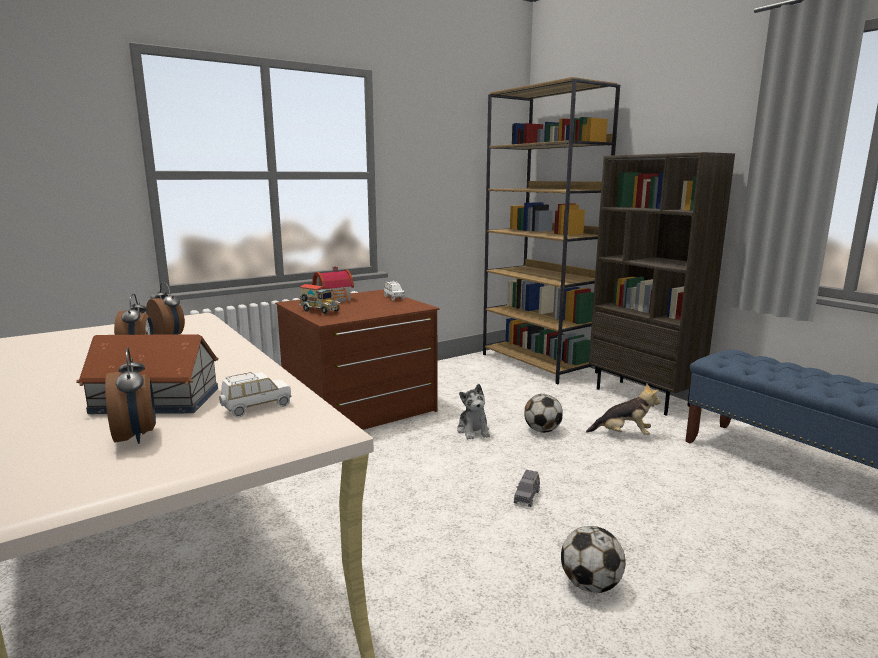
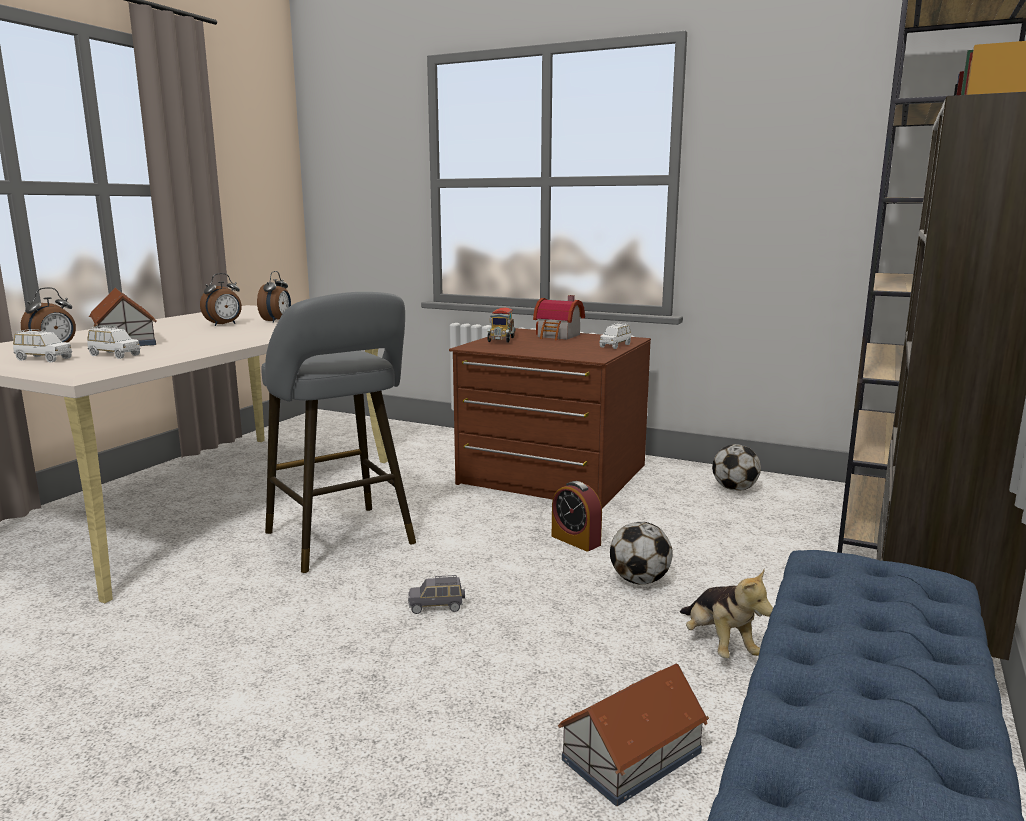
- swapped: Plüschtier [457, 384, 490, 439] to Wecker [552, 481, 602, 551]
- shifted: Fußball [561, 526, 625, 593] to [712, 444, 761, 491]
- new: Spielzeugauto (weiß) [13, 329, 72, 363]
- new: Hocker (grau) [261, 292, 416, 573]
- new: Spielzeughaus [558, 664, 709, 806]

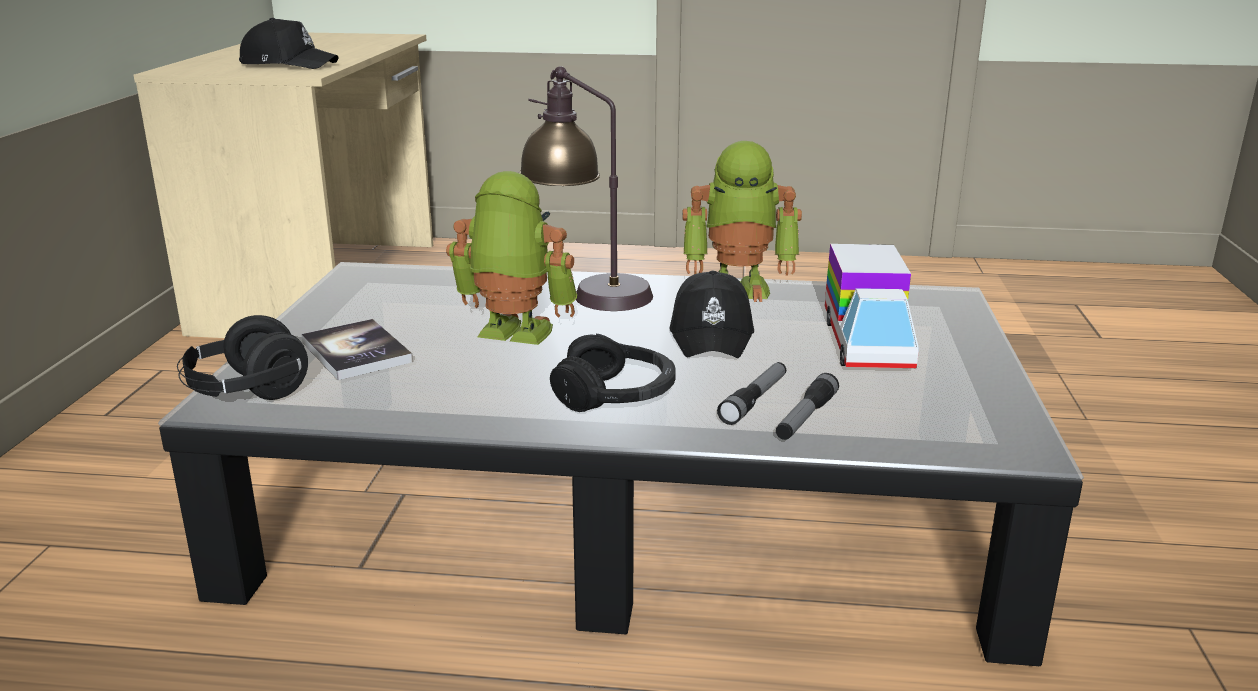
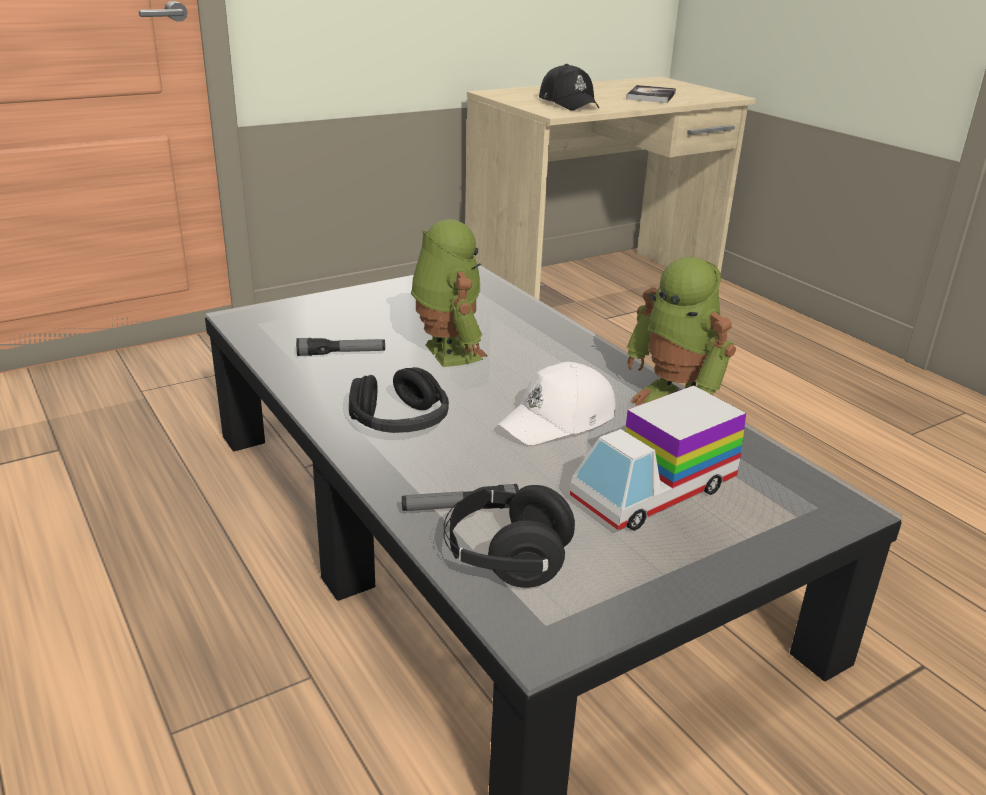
- shifted: Kopfhörer (schwarz) [177, 315, 308, 400] to [444, 485, 575, 588]
- shifted: Buch [301, 319, 413, 380] to [626, 85, 676, 103]
- gone: Tischlampe [519, 66, 653, 311]
- repainted: Kappe (schwarz) [670, 271, 754, 358] to Kappe (weiß) [498, 362, 615, 445]
- shifted: Taschenlampe [717, 362, 786, 425] to [296, 338, 385, 356]

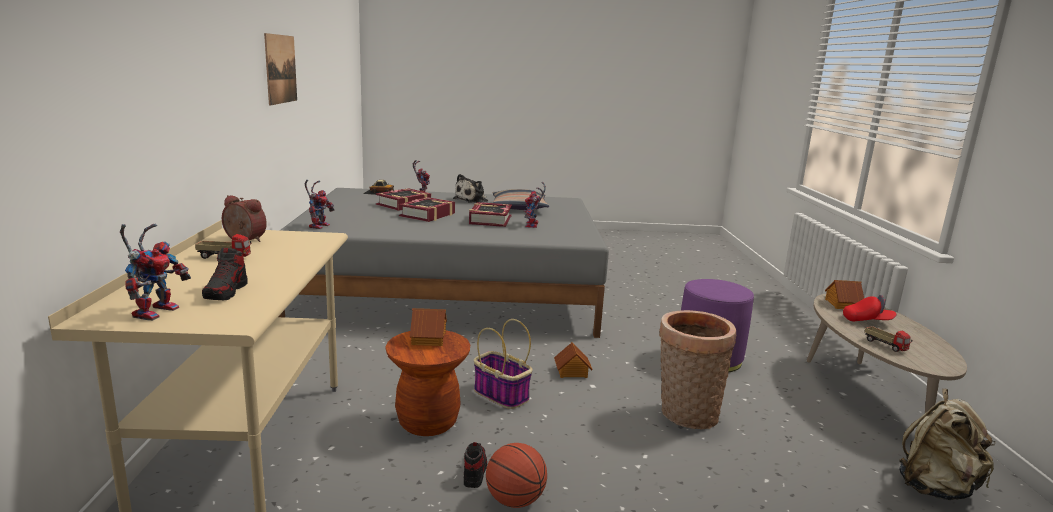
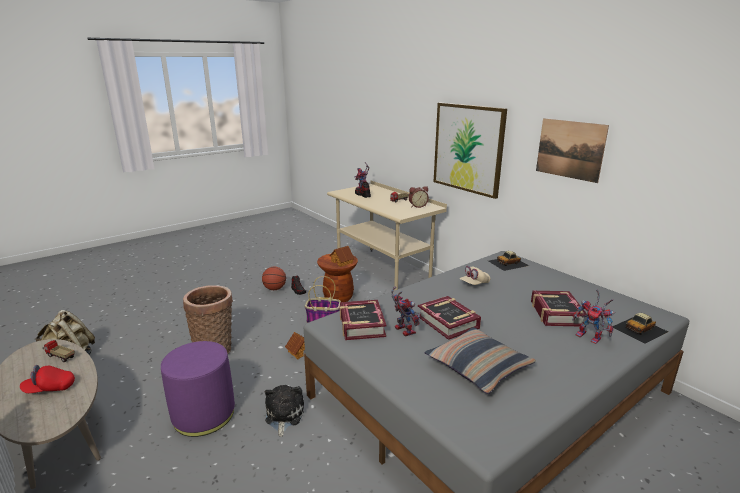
- swapped: Spielzeugroboter [305, 180, 334, 229] to Spielzeugauto [489, 251, 529, 271]
- shifted: Buch [399, 197, 455, 222] to [340, 300, 387, 340]
- shifted: Plüschtier [453, 174, 488, 203] to [265, 385, 304, 437]
- gone: Spielzeughaus [825, 280, 864, 309]
- new: Bild [434, 102, 507, 199]
- new: Kappe (beige) [460, 266, 490, 285]

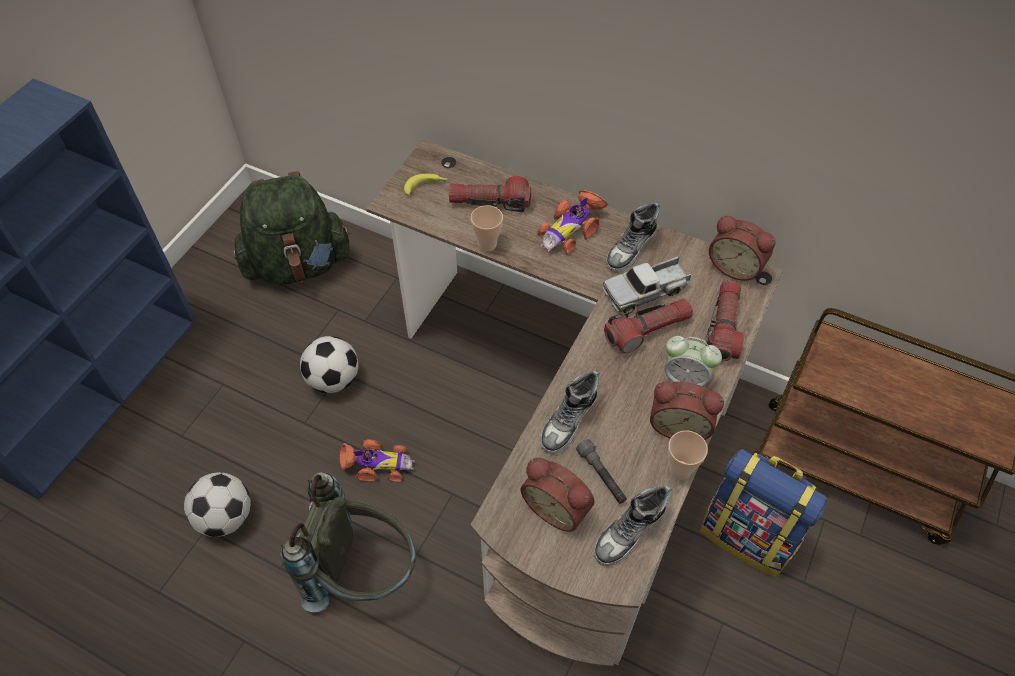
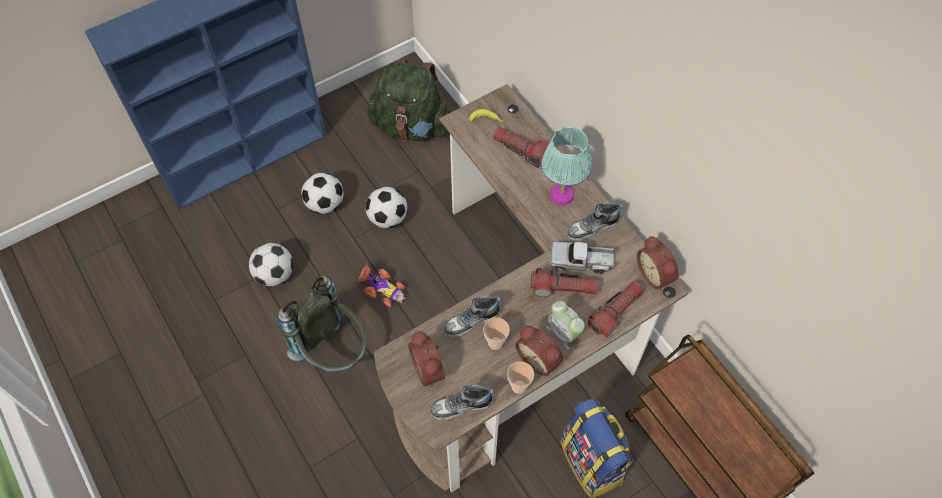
- shifted: Tasse [471, 205, 503, 251] to [483, 318, 510, 350]
- swapped: Spielzeugauto [538, 190, 608, 254] to Tischlampe (türkis) [541, 127, 592, 205]
- gone: Taschenlampe (grau) [576, 439, 627, 504]
- new: Fußball [301, 173, 344, 214]

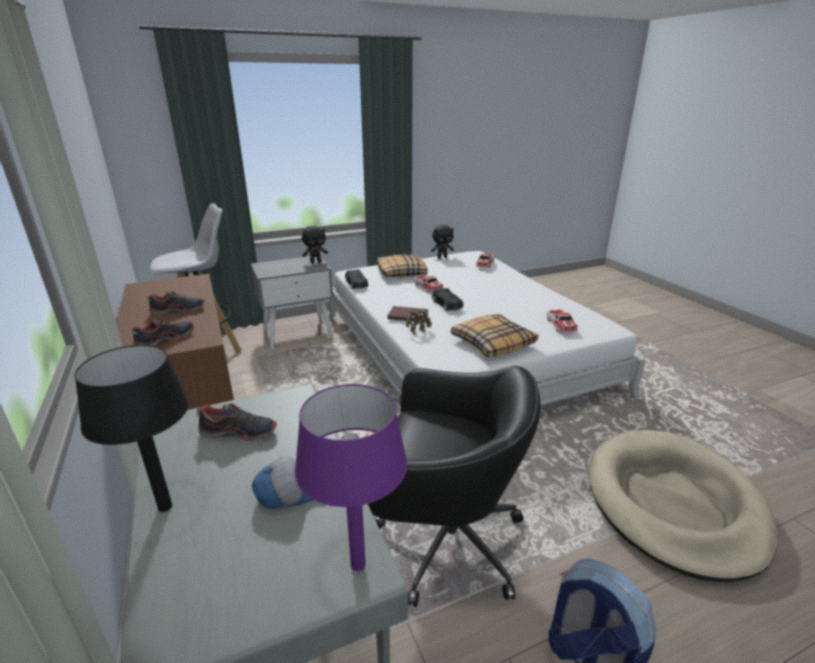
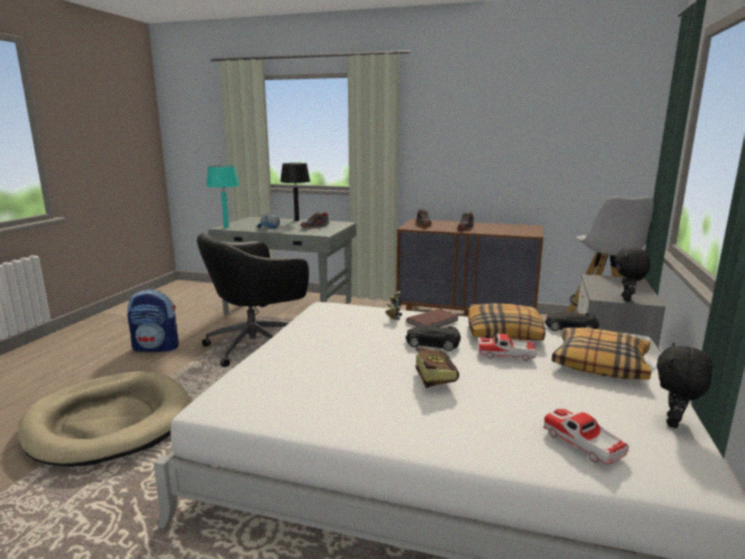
- repainted: Tischlampe (lila) [295, 384, 408, 571] to Tischlampe (türkis) [206, 165, 239, 228]
- shifted: Kissen [451, 314, 538, 357] to [468, 303, 545, 341]
- gone: Spielzeugauto [547, 310, 578, 332]
- new: Buch [415, 347, 459, 388]

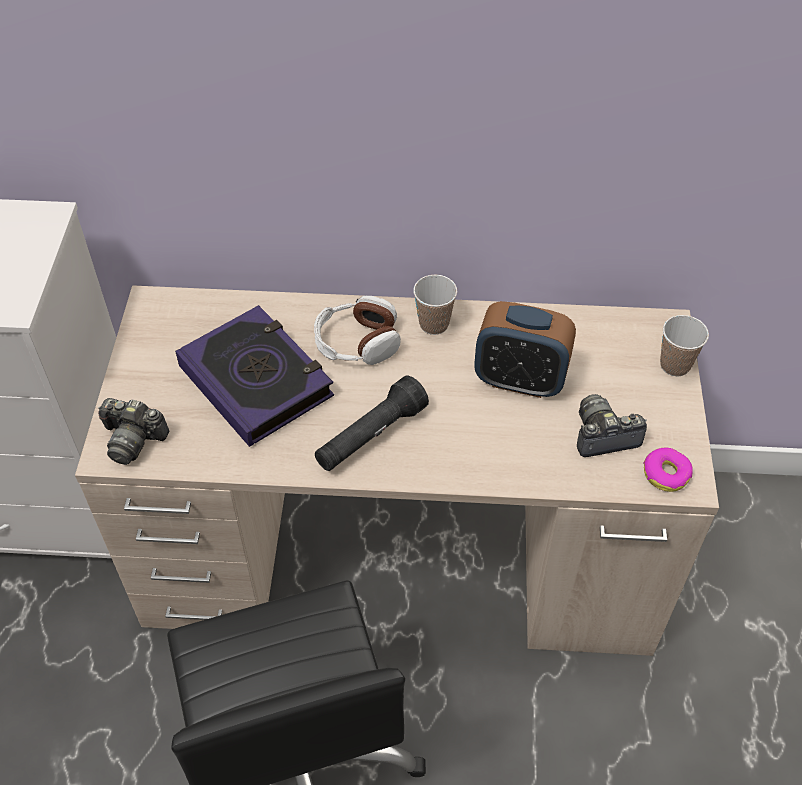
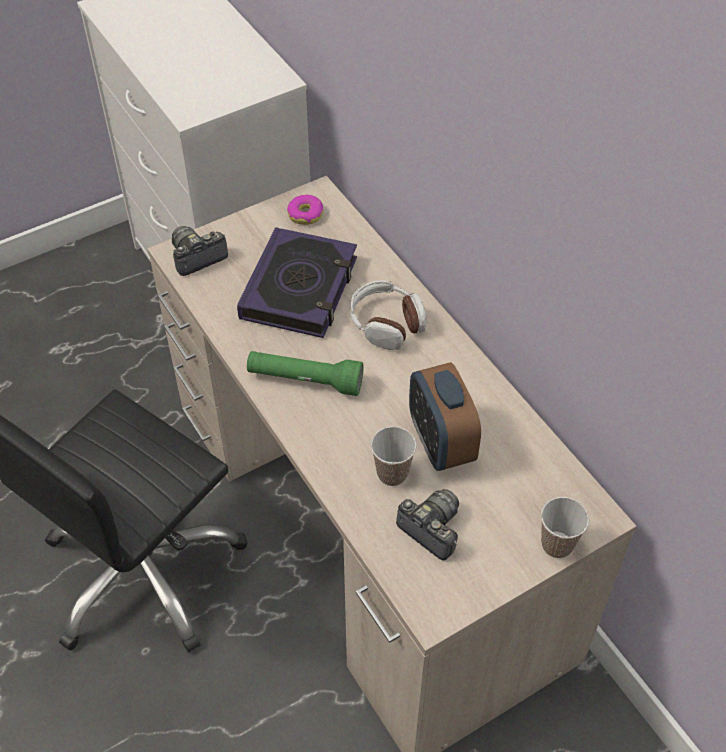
- rotated: Kamera [98, 398, 169, 465] = [172, 226, 228, 276] 75 degrees clockwise
- repainted: Taschenlampe (schwarz) [315, 375, 429, 471] to Taschenlampe (grün) [247, 351, 364, 396]
- shifted: Tasse [413, 275, 457, 335] to [371, 426, 417, 486]
- shifted: Donut [643, 448, 693, 492] to [287, 195, 323, 225]

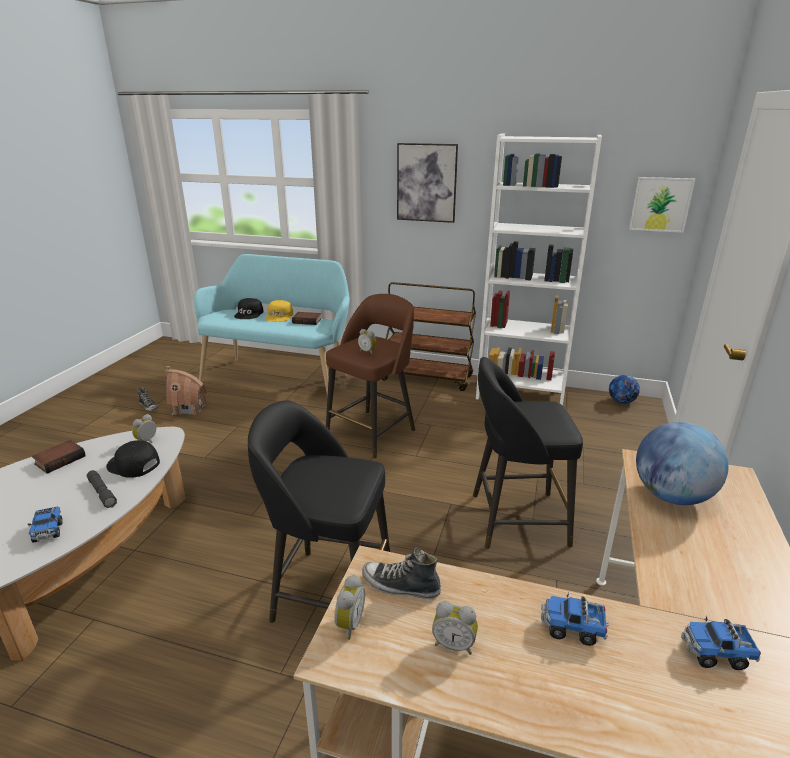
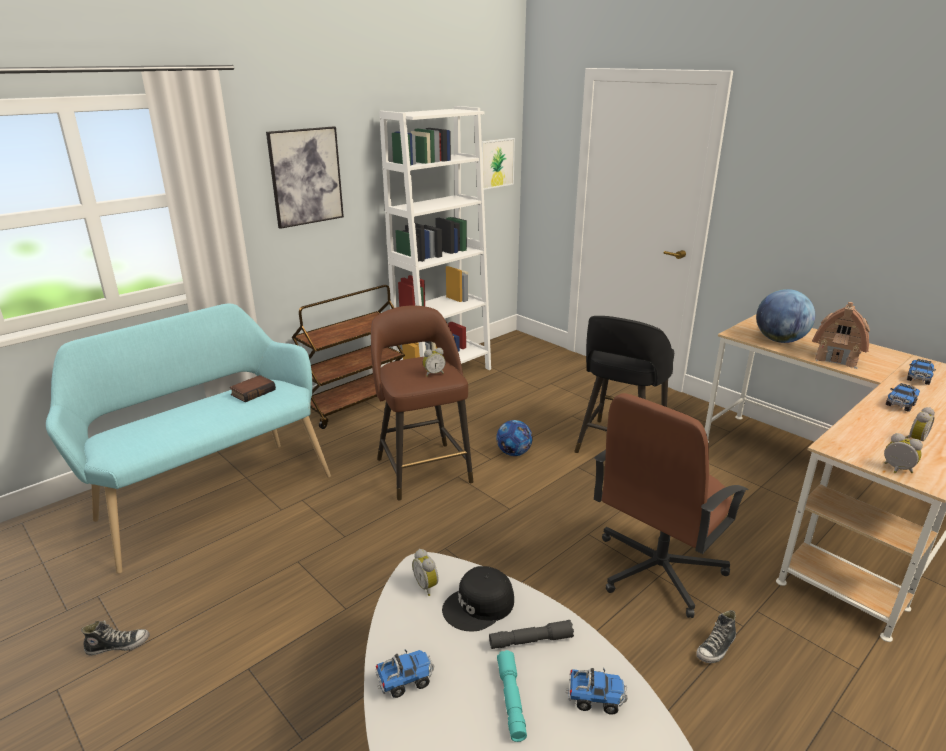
- swapped: Buch [32, 440, 85, 474] to Spielzeuglaster [375, 649, 434, 698]
- shifted: Spielzeughaus [165, 366, 207, 415] to [812, 302, 870, 369]
- gone: Kappe (schwarz) [234, 298, 263, 319]
- swapped: Hocker (schwarz) [248, 400, 390, 623] to Bürostuhl (braun) [594, 393, 749, 618]
- gone: Kappe (gelb) [265, 300, 293, 322]
- shifted: Schuh [362, 548, 441, 599] to [696, 610, 736, 663]
- shifted: Fußball [609, 375, 640, 404] to [496, 420, 533, 456]
- new: Taschenlampe (türkis) [497, 650, 527, 742]

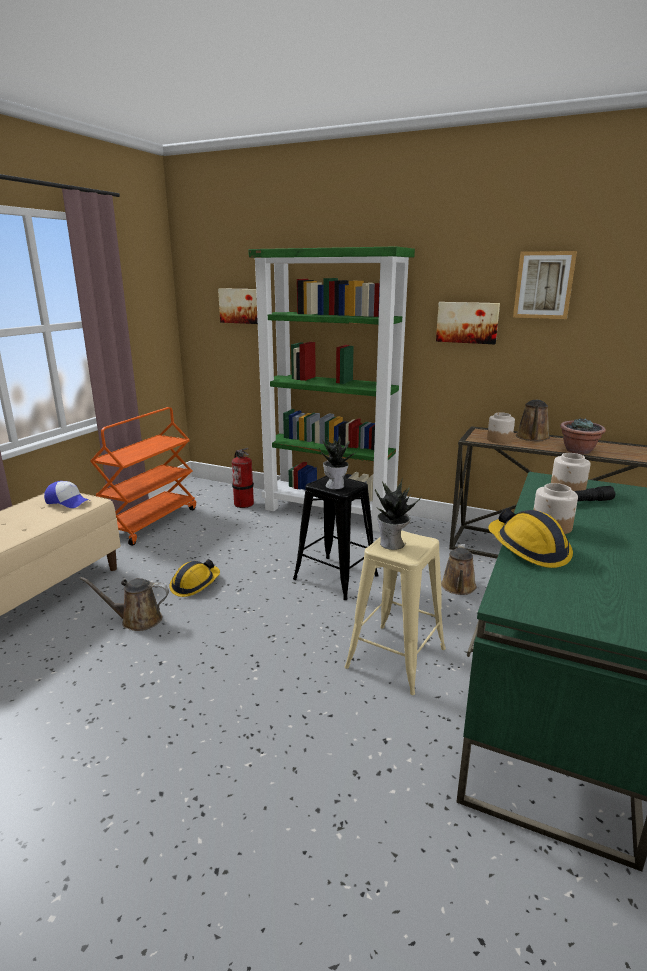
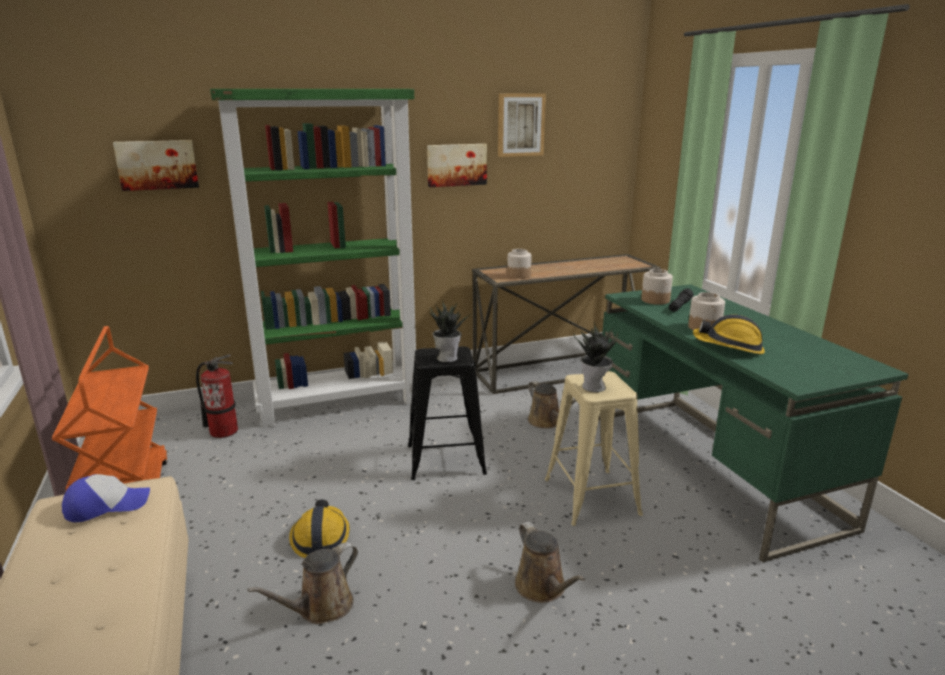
- shifted: Gießkanne (braun) [516, 400, 550, 441] to [515, 522, 585, 603]
- gone: Topfpflanze [560, 418, 606, 454]

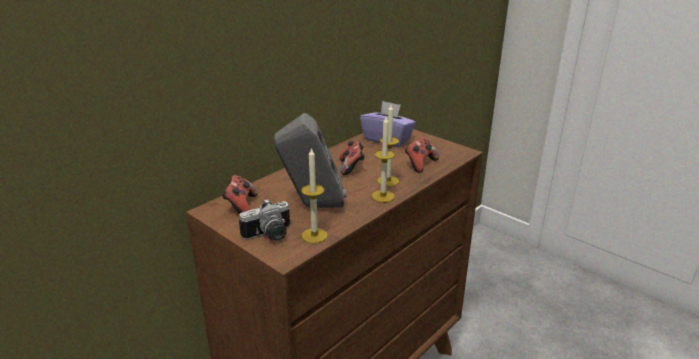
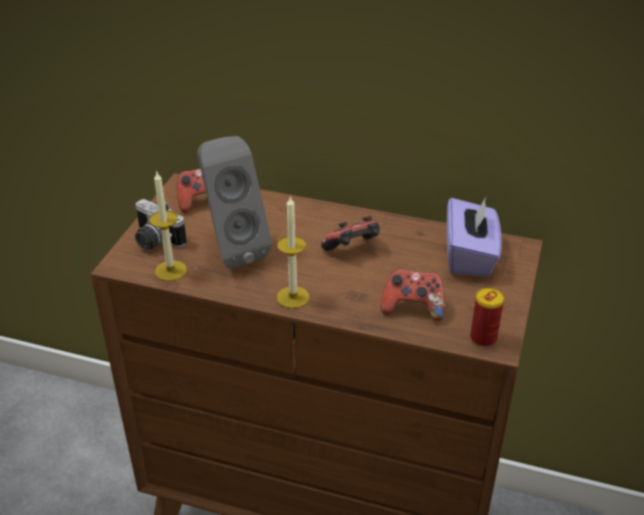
- gone: Kerze [377, 105, 399, 187]
- new: Dose [470, 288, 504, 347]

